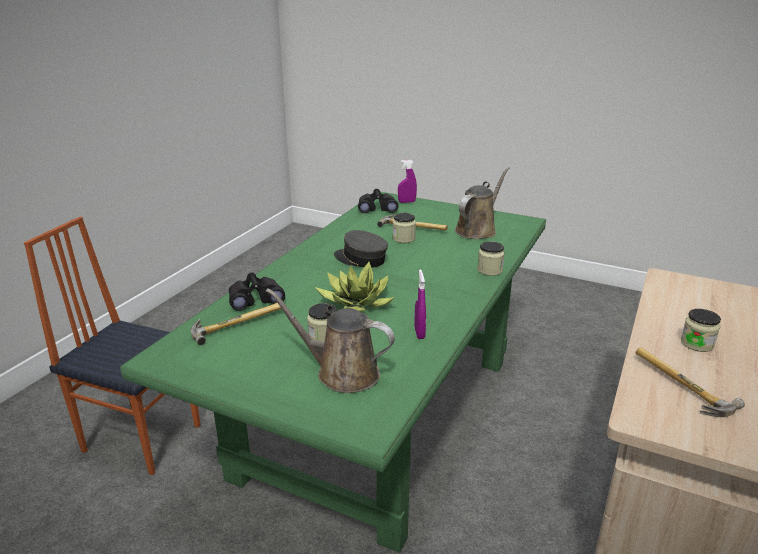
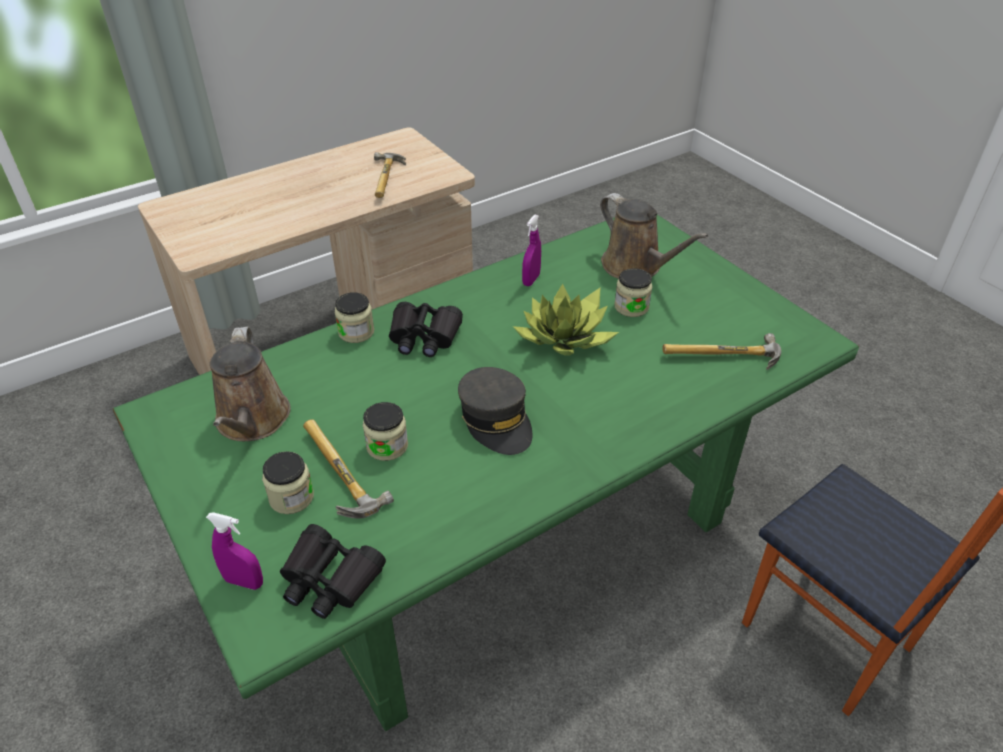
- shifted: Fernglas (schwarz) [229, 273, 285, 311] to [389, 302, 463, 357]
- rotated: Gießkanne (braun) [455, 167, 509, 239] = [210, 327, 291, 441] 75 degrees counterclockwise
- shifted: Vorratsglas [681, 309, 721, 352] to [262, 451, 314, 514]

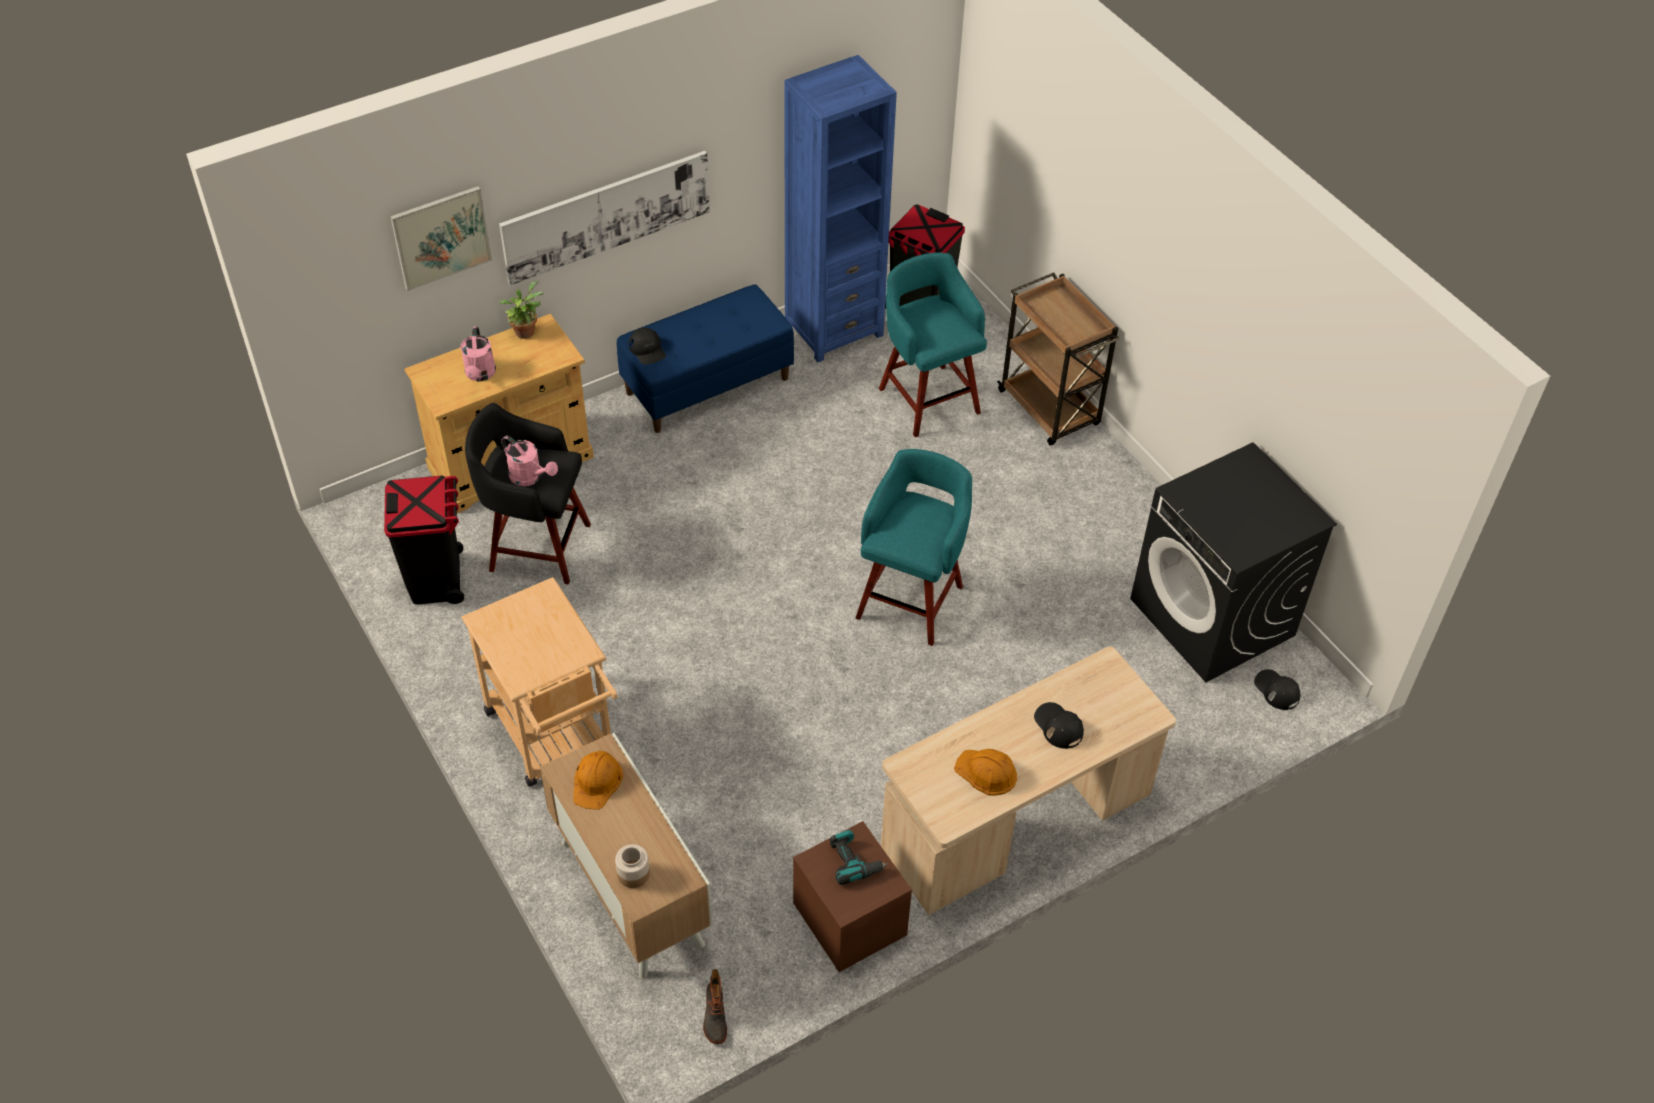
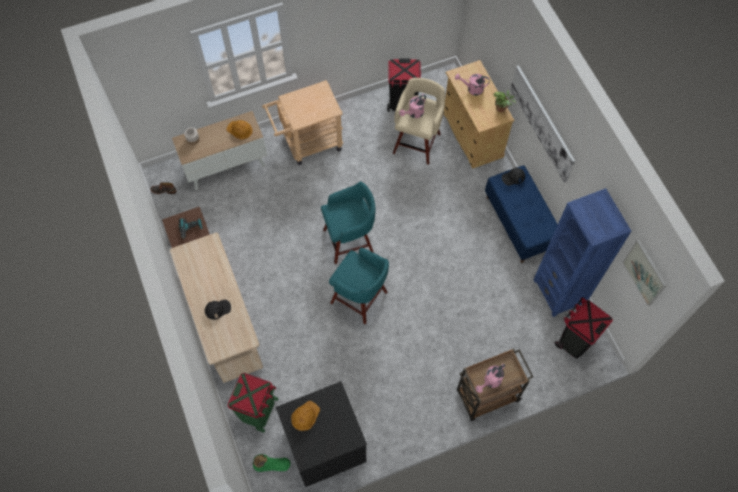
- shifted: Bild [390, 186, 492, 291] to [623, 239, 667, 306]
- repainted: Hocker (schwarz) [465, 403, 591, 584] to Hocker (beige) [393, 78, 445, 165]
- shifted: Hocker (türkis) [879, 252, 987, 437] to [321, 182, 375, 264]
- shifted: Schutzhelm (orange) [954, 749, 1017, 796] to [291, 401, 320, 431]
- swapped: Kappe (schwarz) [1254, 669, 1300, 710] to Stiefel (grün) [252, 454, 291, 472]
- new: Mülleimer (grün) [228, 373, 278, 432]
- new: Gießkanne (rosa) [476, 363, 506, 393]

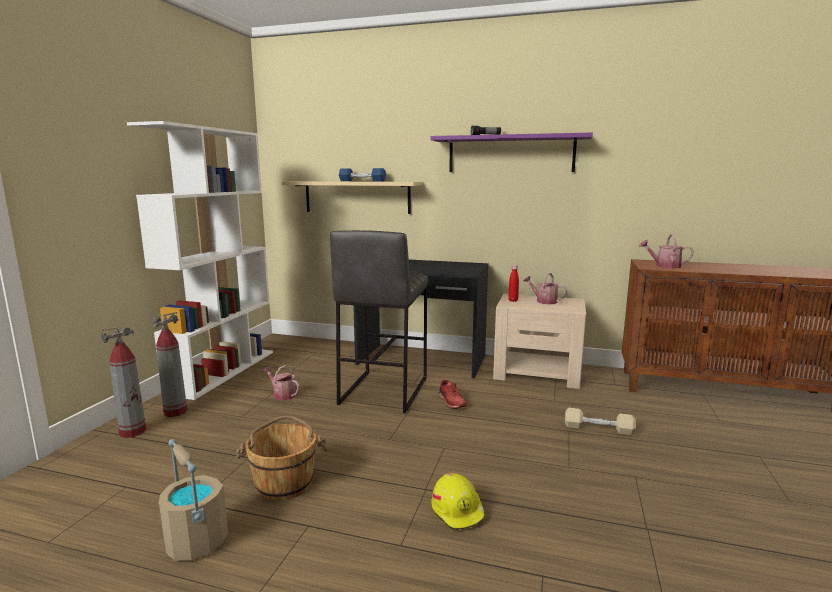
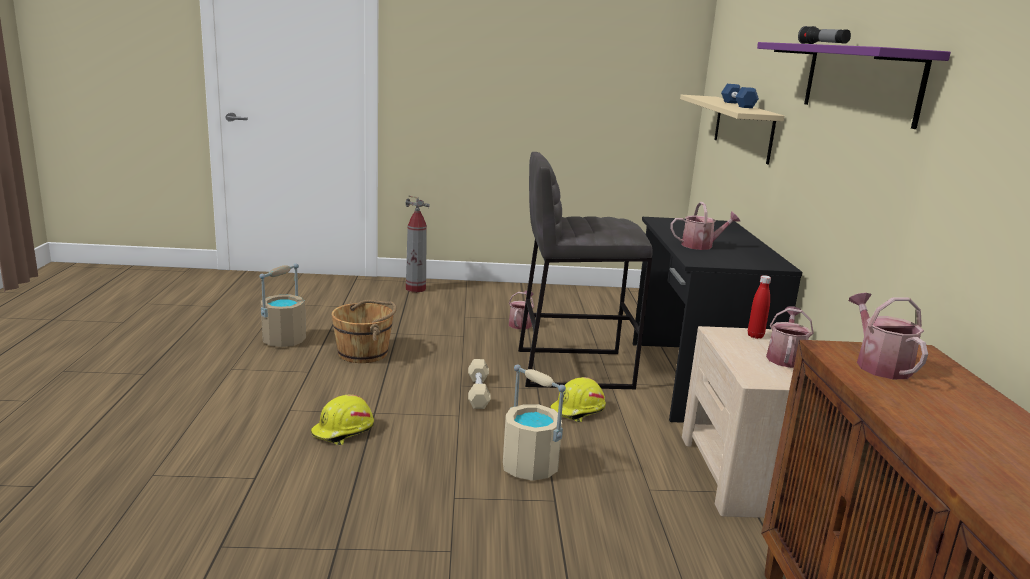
- gone: Bücherregal (weiß) [127, 121, 273, 400]
- gone: Feuerlöscher [153, 312, 187, 417]
- swapped: Schuh (rot) [439, 380, 466, 409] to Schutzhelm (gelb) [550, 377, 606, 422]
- shifted: Hantel (beige) [565, 408, 636, 435] to [468, 359, 491, 409]
- new: Eimer (beige) [503, 364, 566, 481]
- new: Gießkanne [670, 202, 740, 250]

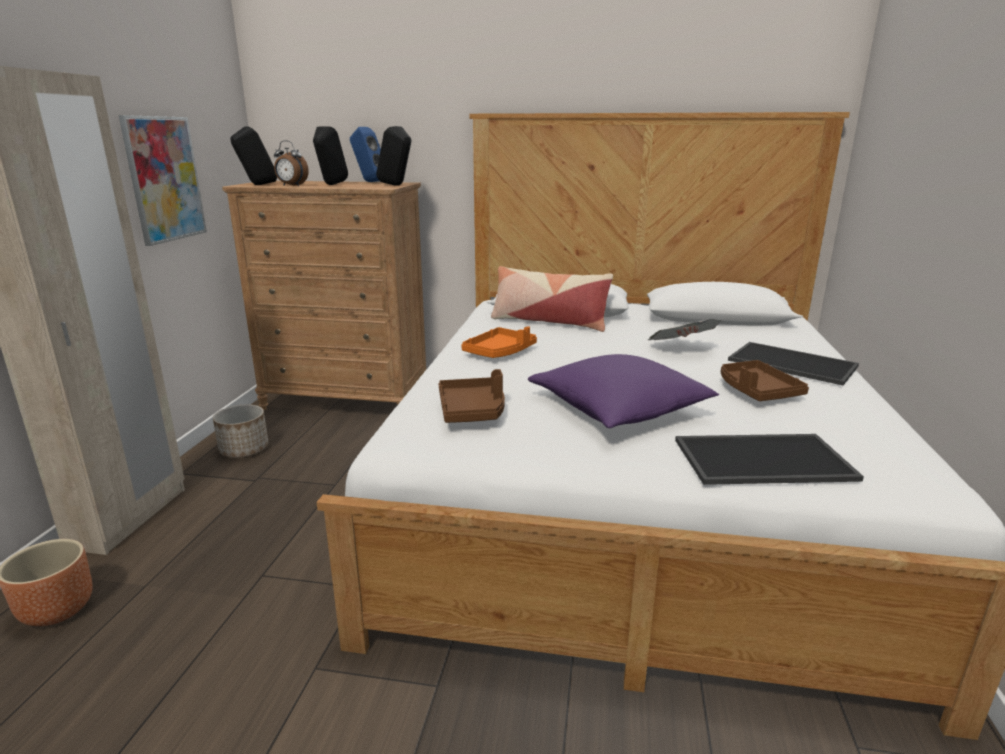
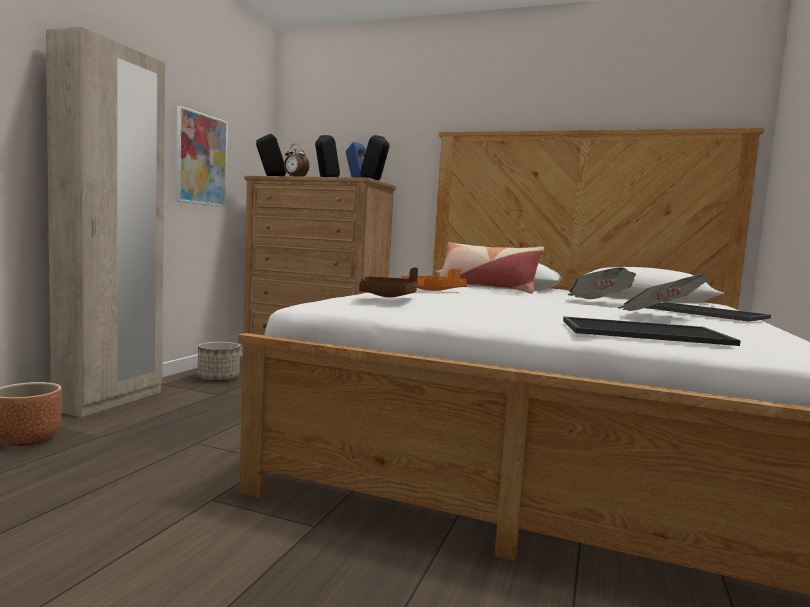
- gone: Kissen (lila) [528, 354, 719, 428]
- swapped: Tablett (braun) [721, 360, 809, 401] to Zeitung [618, 274, 708, 311]

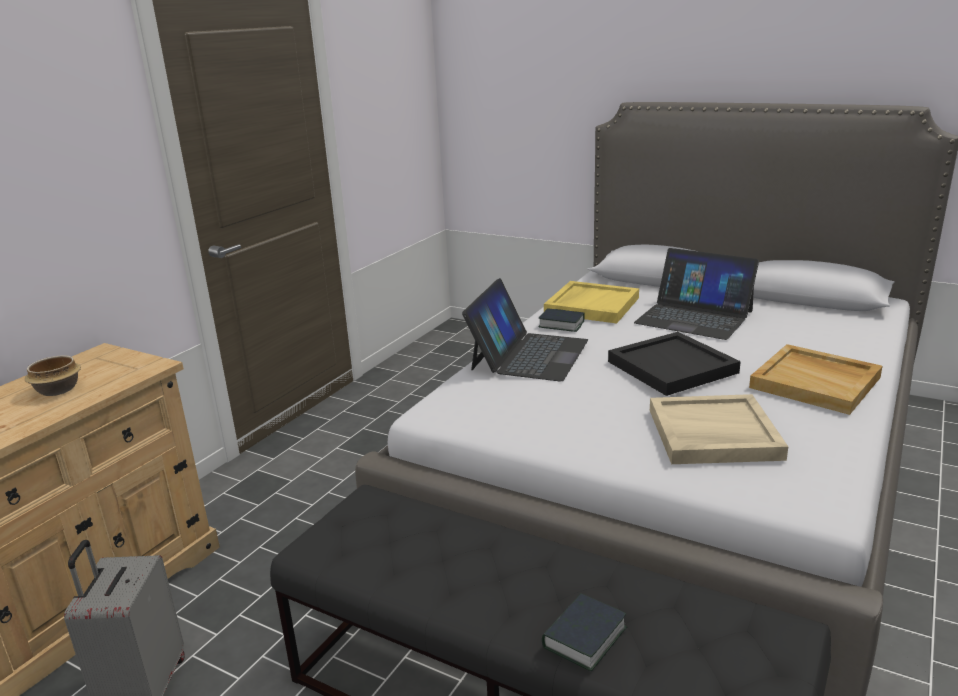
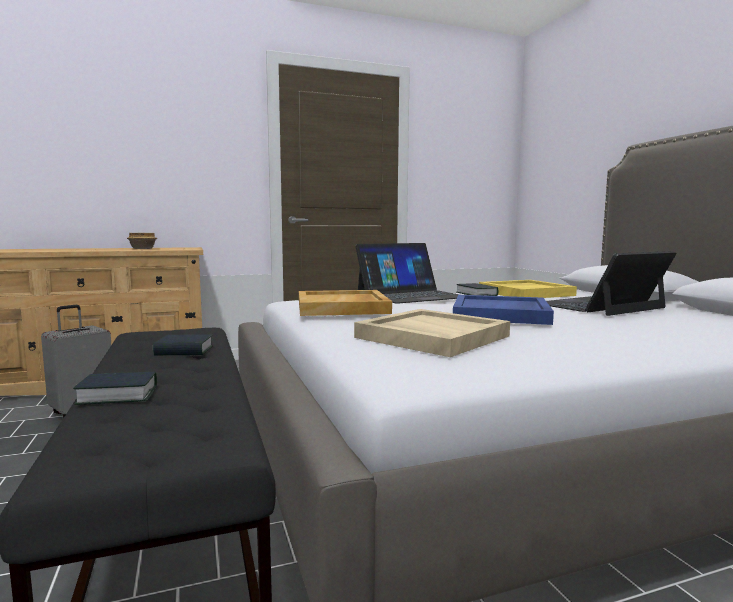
- repainted: Tablett (schwarz) [608, 332, 741, 396] to Tablett (blau) [453, 295, 554, 325]
- rotated: Laptop [634, 248, 759, 340] = [546, 251, 676, 316] 75 degrees clockwise
- shifted: Tablett (beige) [749, 344, 883, 415] to [299, 290, 392, 316]
- new: Buch [153, 334, 213, 355]

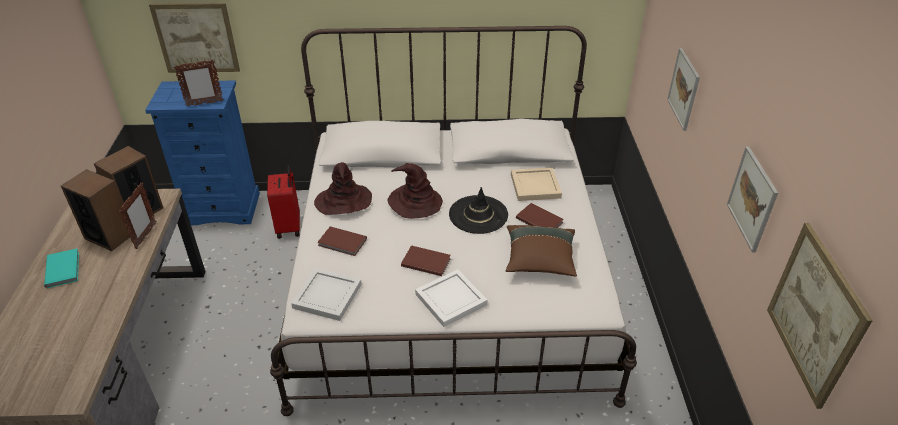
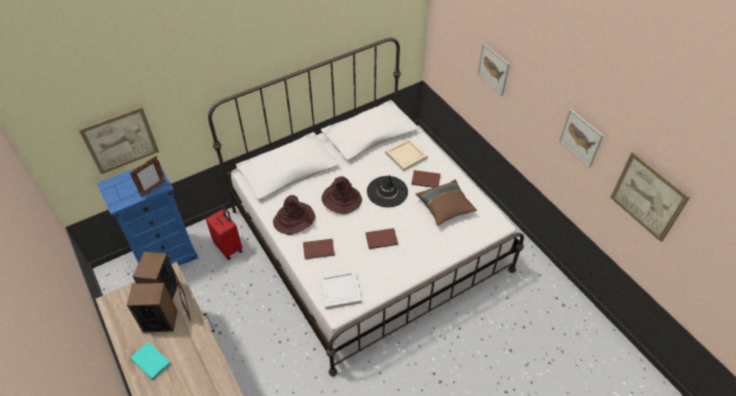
- gone: Tablett (weiß) [415, 269, 487, 327]

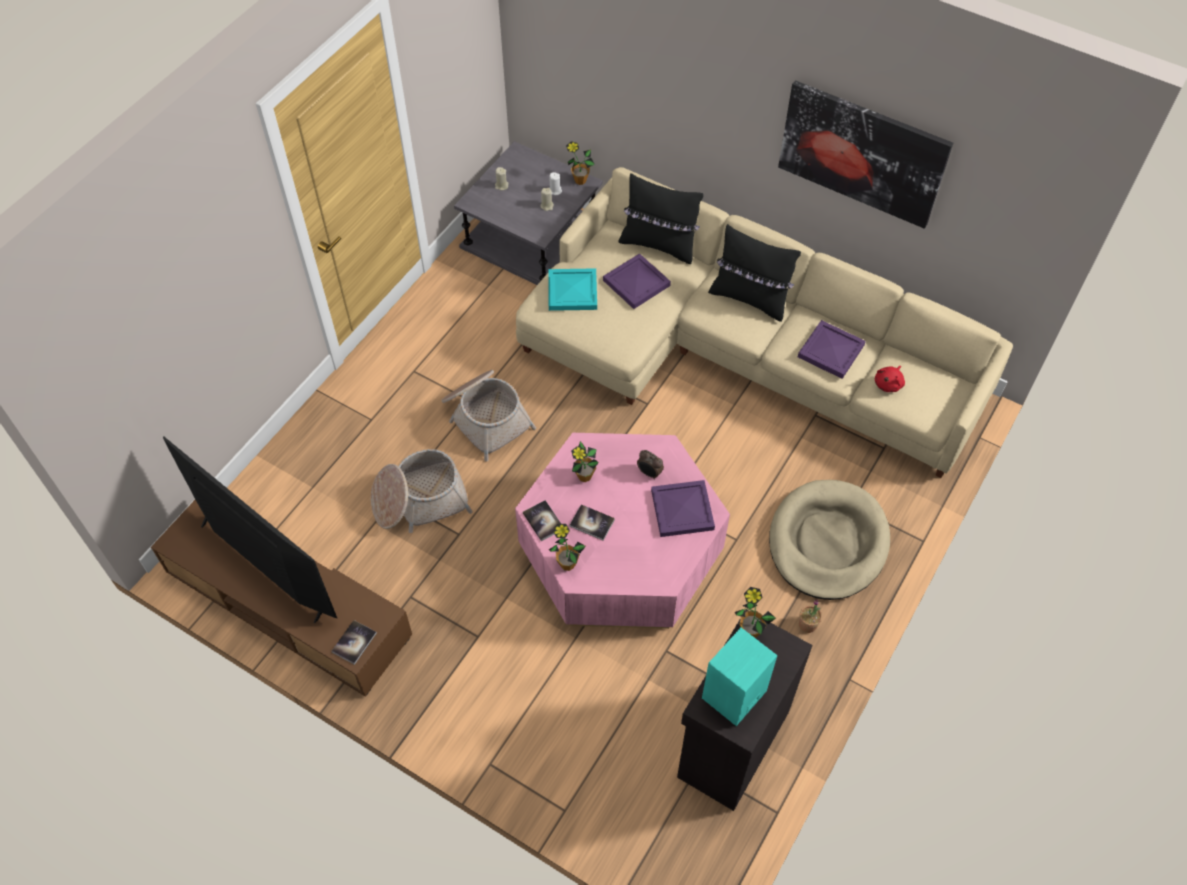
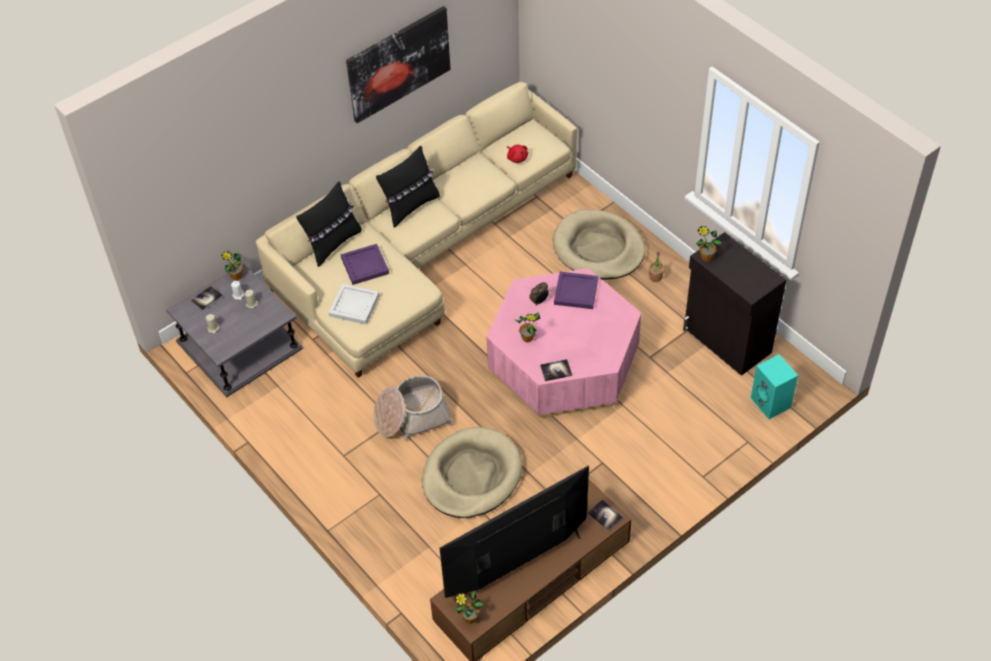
- swapped: Korb [371, 449, 473, 533] to Hundebett (beige) [422, 427, 522, 518]
- repainted: Tablett (türkis) [549, 268, 597, 311] to Tablett (weiß) [329, 284, 379, 325]
- shifted: Topfpflanze [549, 524, 586, 571] to [454, 590, 483, 624]
- shifted: Buch [569, 504, 615, 541] to [190, 286, 223, 312]
- shifted: Lautsprecher (türkis) [702, 628, 778, 726] to [751, 354, 798, 419]
- gone: Tablett (lila) [798, 320, 866, 379]

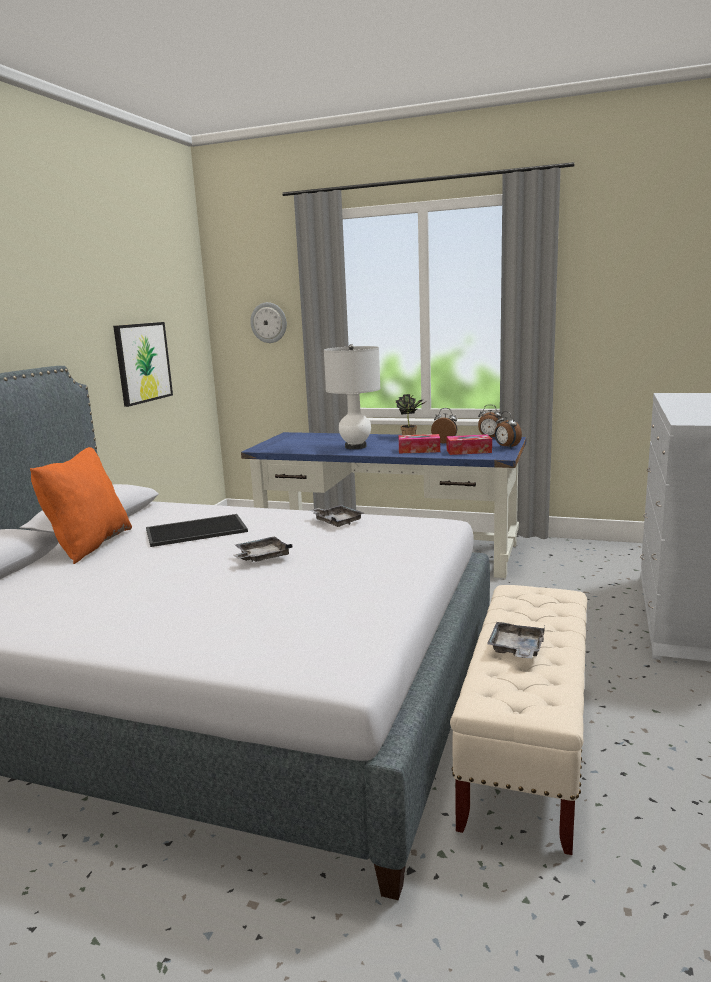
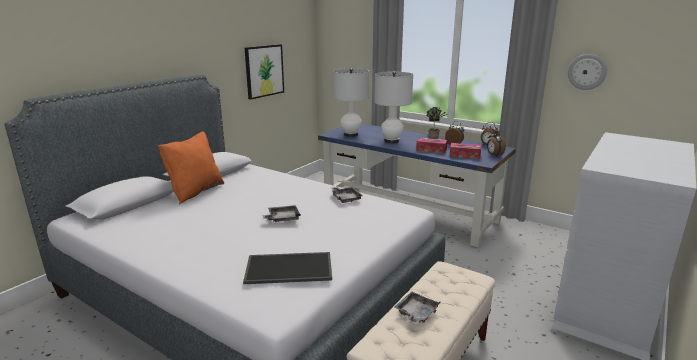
- shifted: Tablett [146, 514, 248, 547] to [243, 252, 332, 284]
- shifted: Wanduhr [250, 302, 287, 343] to [568, 54, 607, 90]
- new: Tischlampe (weiß) [333, 68, 369, 137]

